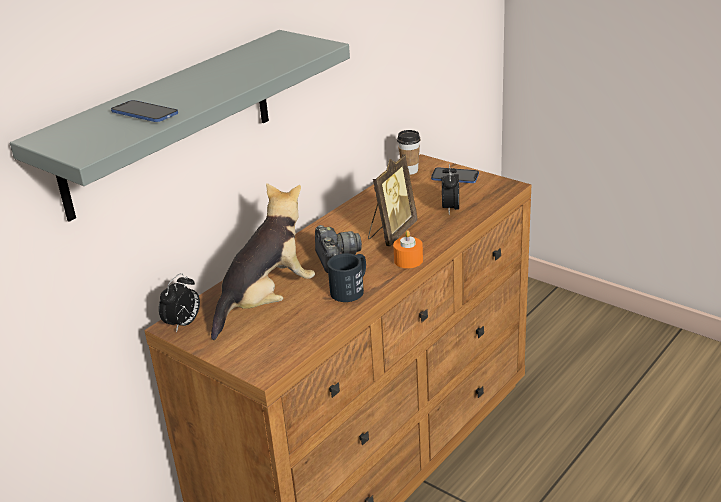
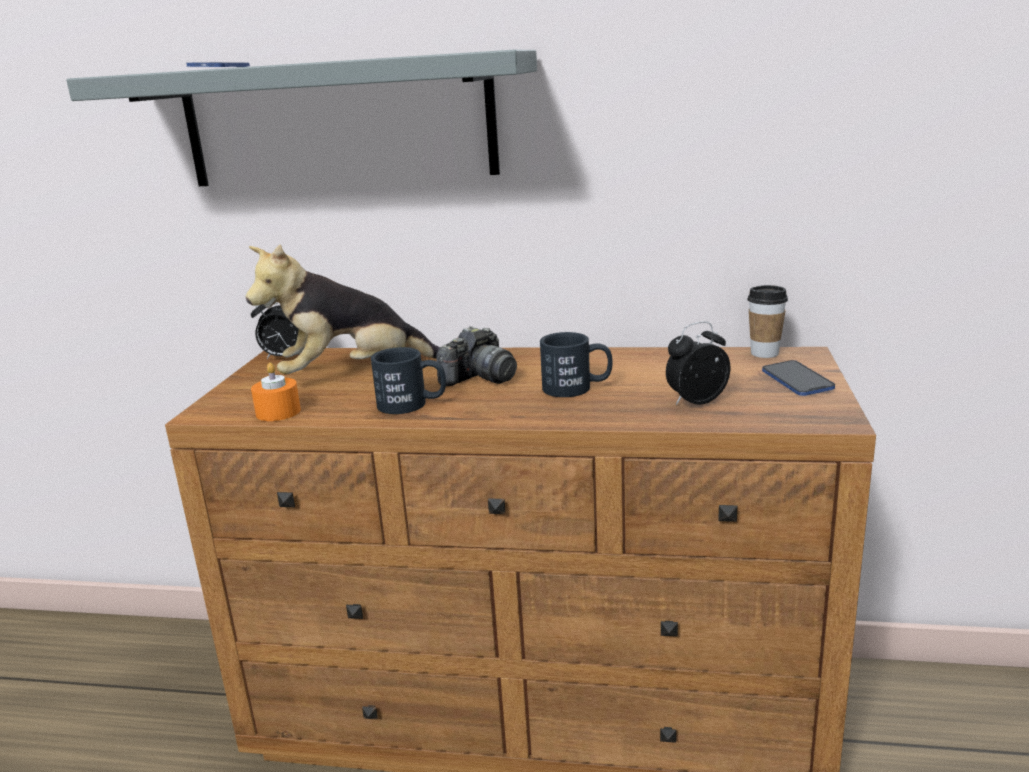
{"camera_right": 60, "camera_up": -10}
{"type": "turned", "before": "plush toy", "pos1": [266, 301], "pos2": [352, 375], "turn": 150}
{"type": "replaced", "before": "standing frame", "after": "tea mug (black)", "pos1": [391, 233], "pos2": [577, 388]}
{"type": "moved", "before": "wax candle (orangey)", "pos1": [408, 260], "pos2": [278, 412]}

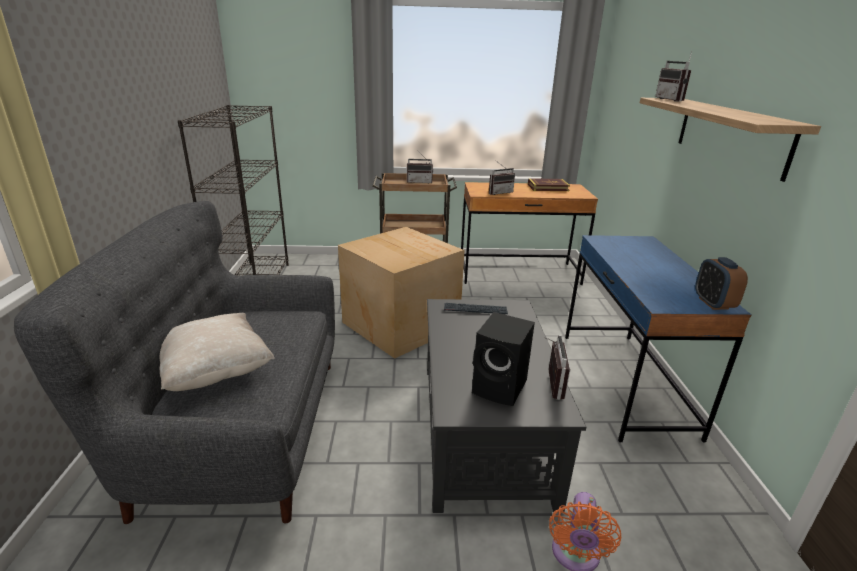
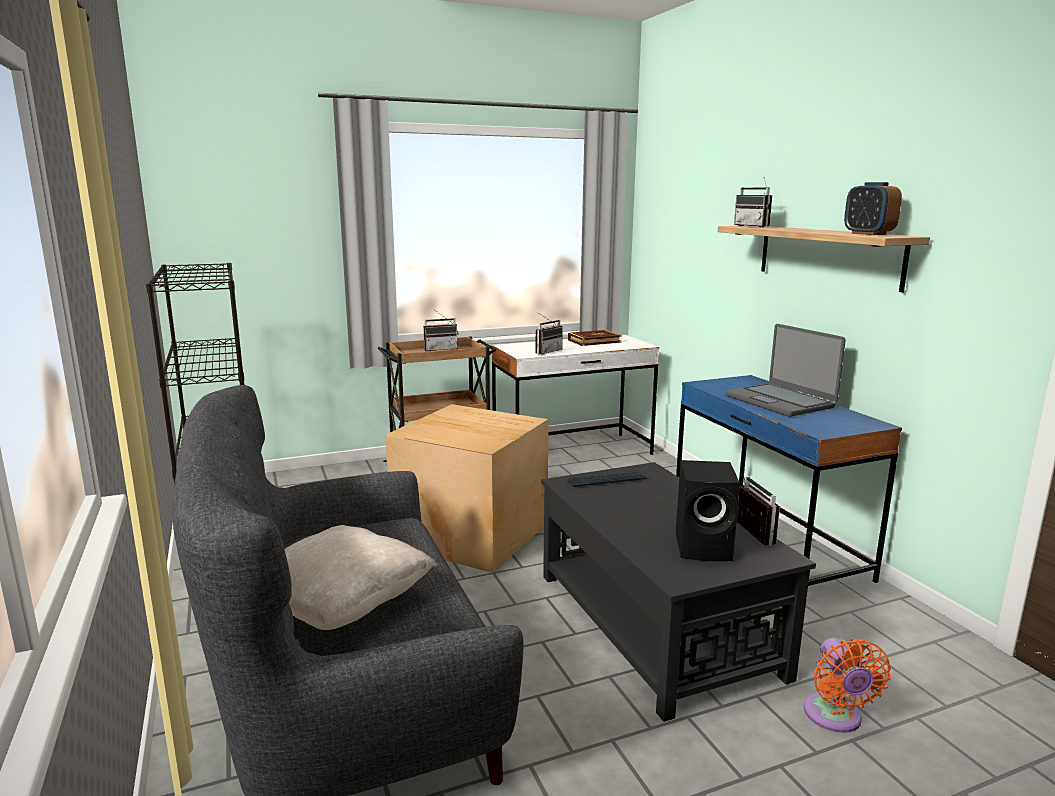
{"camera_right": -20, "camera_up": -10}
{"type": "recoloured", "before": "desk table (brown-coloured)", "after": "desk table (white)", "pos1": [519, 273], "pos2": [573, 453]}
{"type": "moved", "before": "alarm clock", "pos1": [713, 303], "pos2": [868, 234]}
{"type": "added", "after": "laptop", "pos2": [780, 401]}

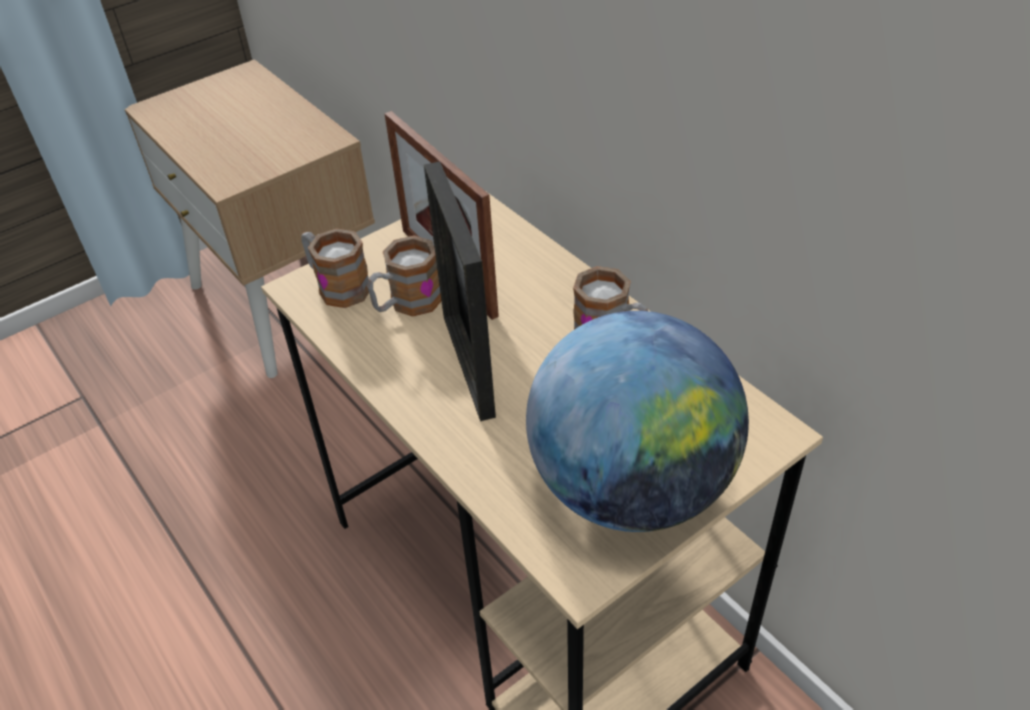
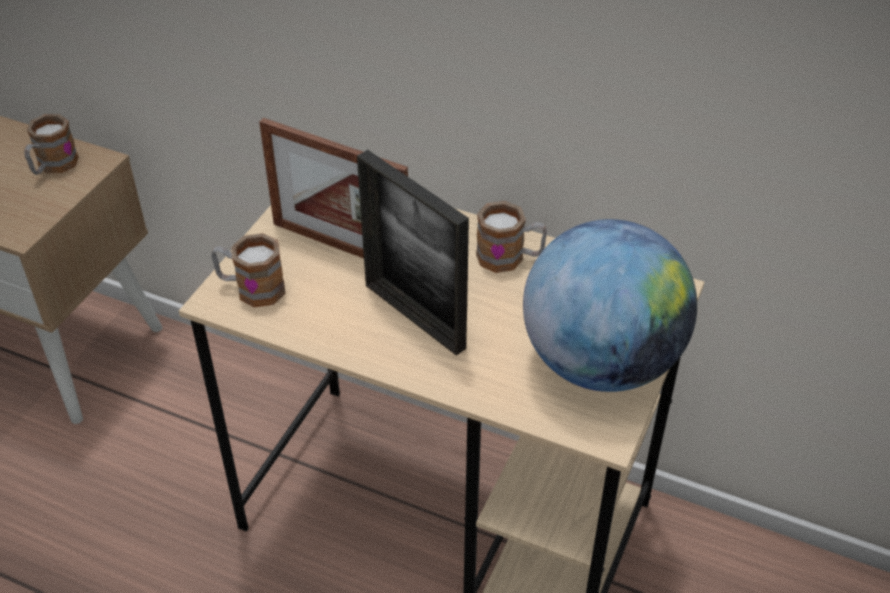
{"camera_right": -30, "camera_up": 0}
{"type": "moved", "before": "tea mug", "pos1": [407, 304], "pos2": [53, 166]}

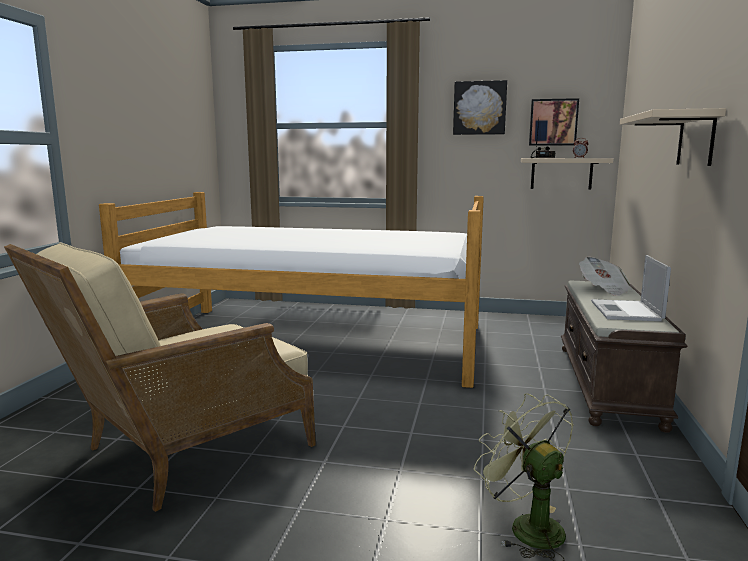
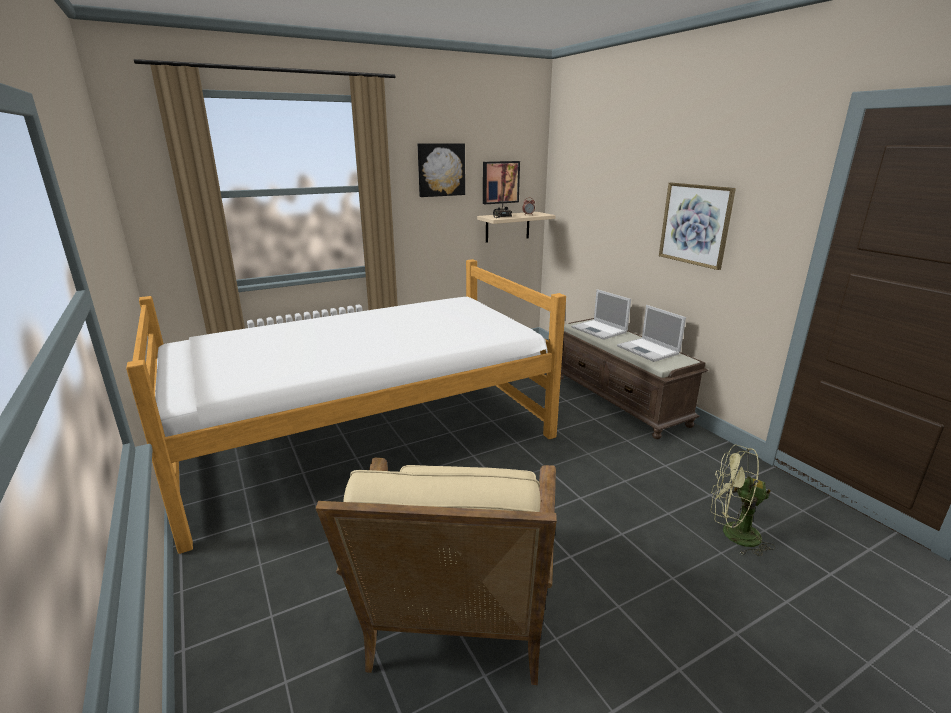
{"camera_right": -40, "camera_up": 10}
{"type": "replaced", "before": "newspaper", "after": "laptop", "pos1": [604, 289], "pos2": [600, 330]}
{"type": "replaced", "before": "shelf (beige)", "after": "picture", "pos1": [696, 139], "pos2": [695, 224]}

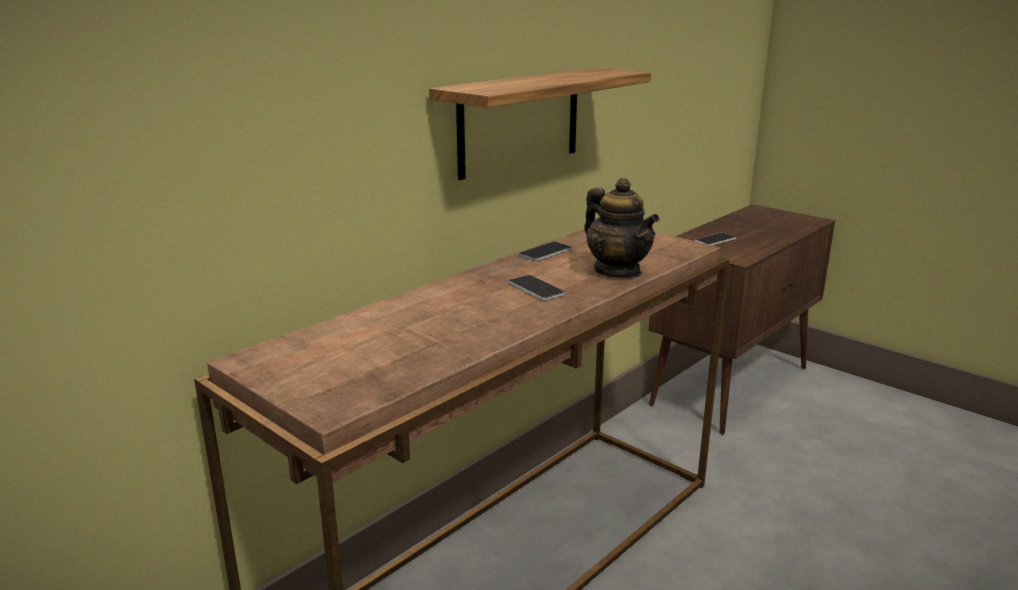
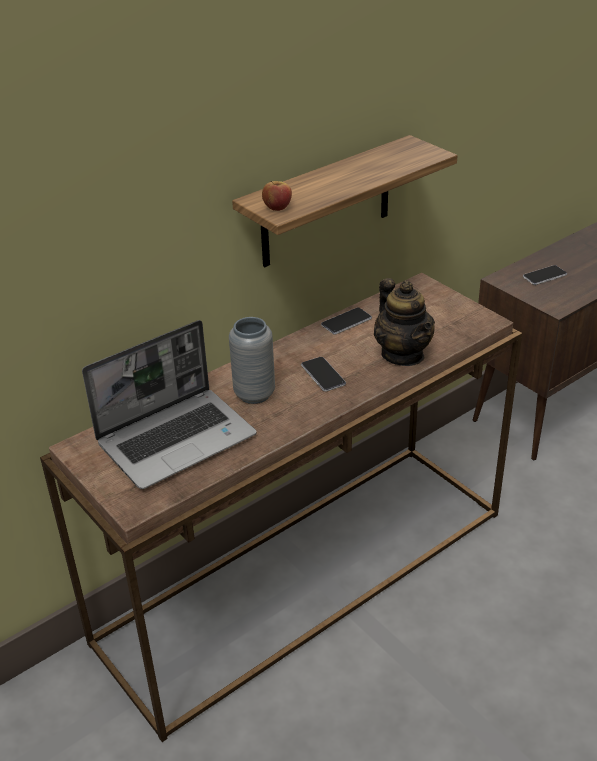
{"camera_right": 10, "camera_up": 15}
{"type": "added", "after": "laptop", "pos2": [177, 438]}
{"type": "added", "after": "flower vase (greyish)", "pos2": [254, 394]}
{"type": "added", "after": "whole apple", "pos2": [277, 207]}

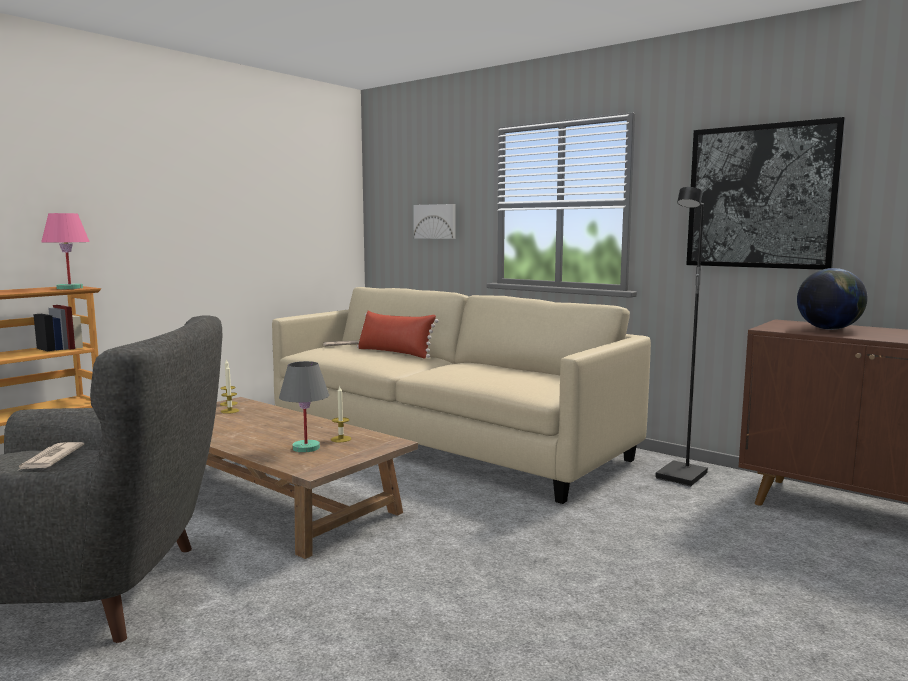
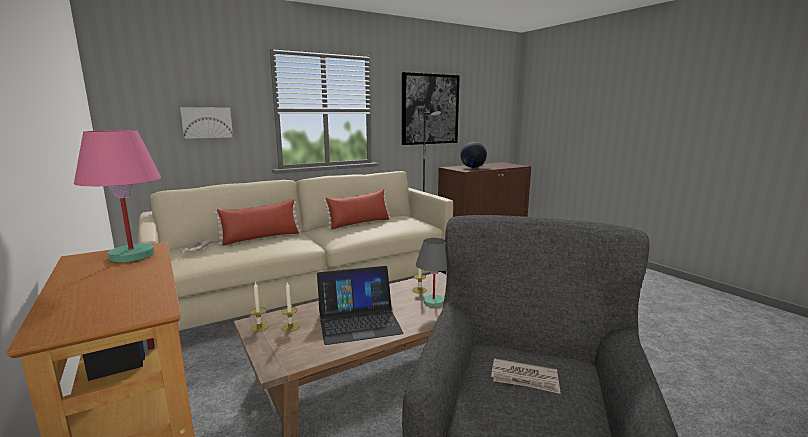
{"camera_right": -70, "camera_up": 5}
{"type": "added", "after": "laptop", "pos2": [359, 322]}
{"type": "added", "after": "throw pillow (reddish)", "pos2": [359, 223]}

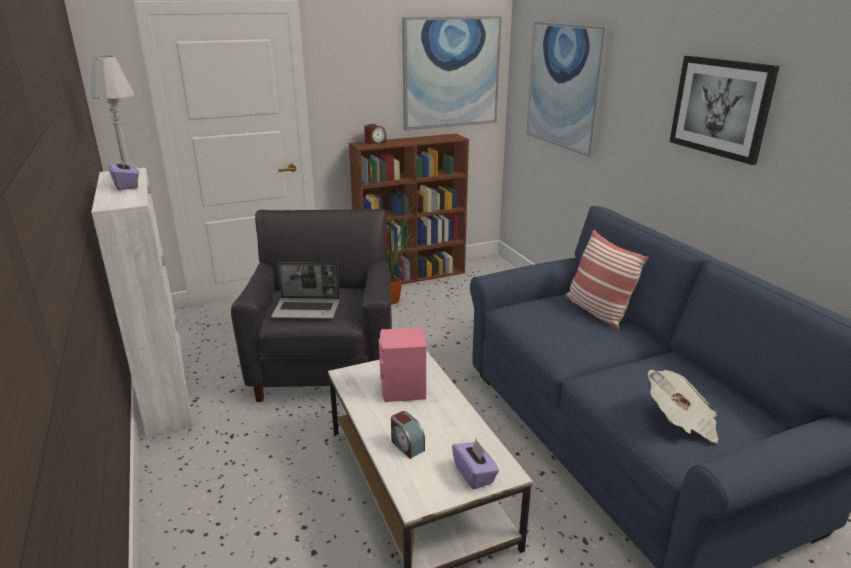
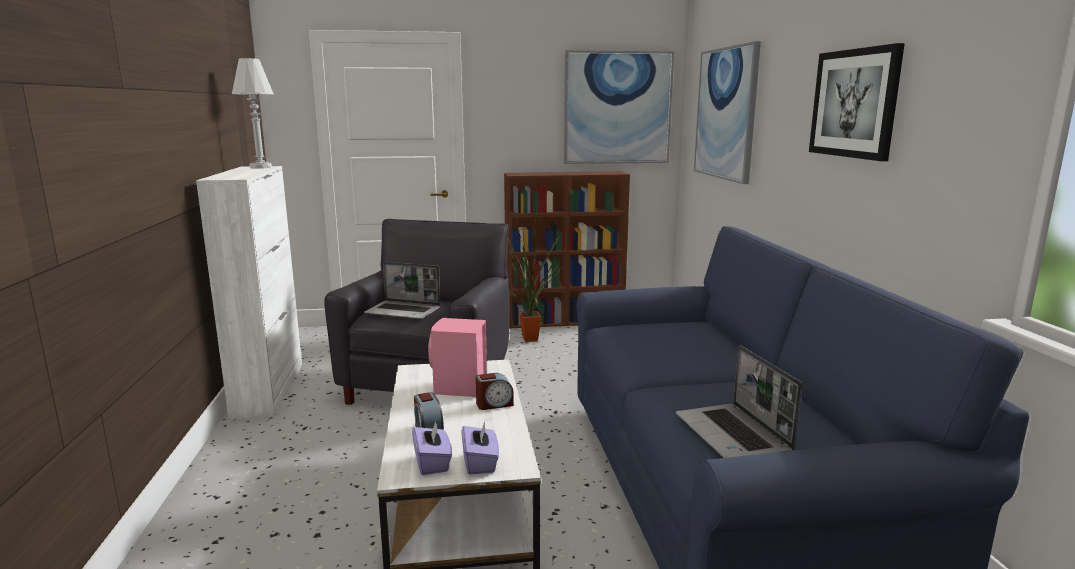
{"camera_right": 15, "camera_up": -10}
{"type": "moved", "before": "box of tissues (purple)", "pos1": [126, 185], "pos2": [432, 463]}
{"type": "moved", "before": "alarm clock", "pos1": [375, 142], "pos2": [494, 404]}
{"type": "removed", "before": "throw pillow", "pos1": [597, 311]}
{"type": "replaced", "before": "newspaper", "after": "laptop", "pos1": [681, 421], "pos2": [734, 435]}

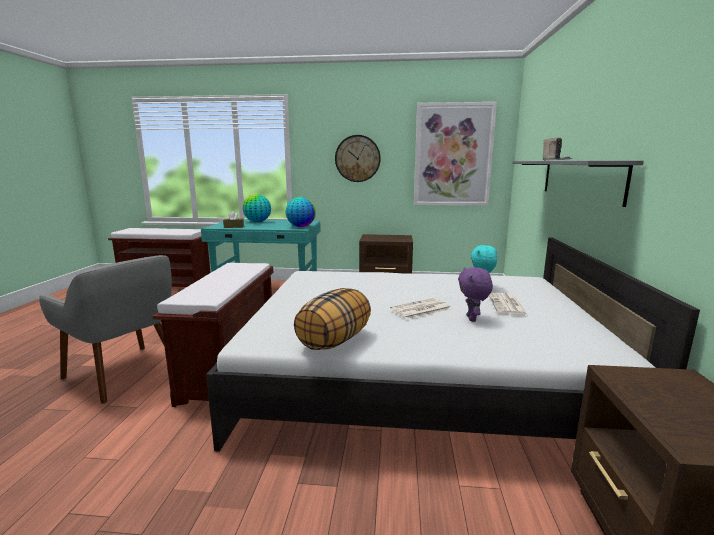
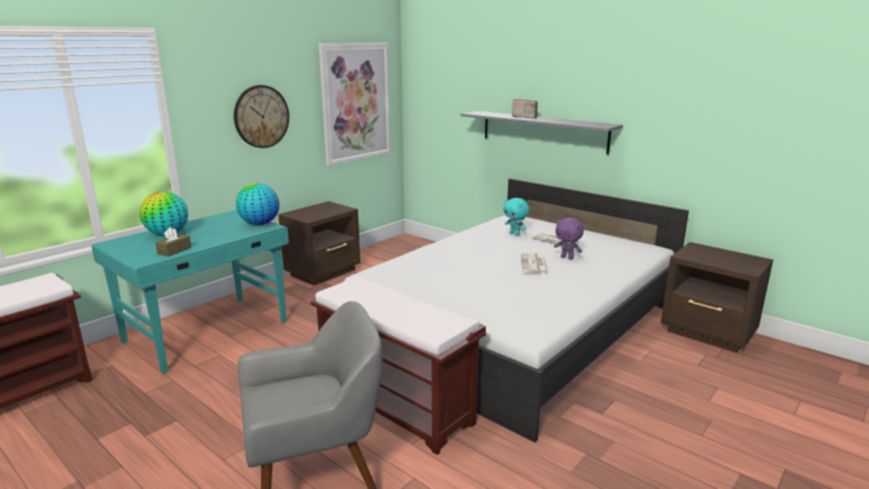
{"camera_right": -55, "camera_up": 5}
{"type": "removed", "before": "throw pillow", "pos1": [334, 341]}

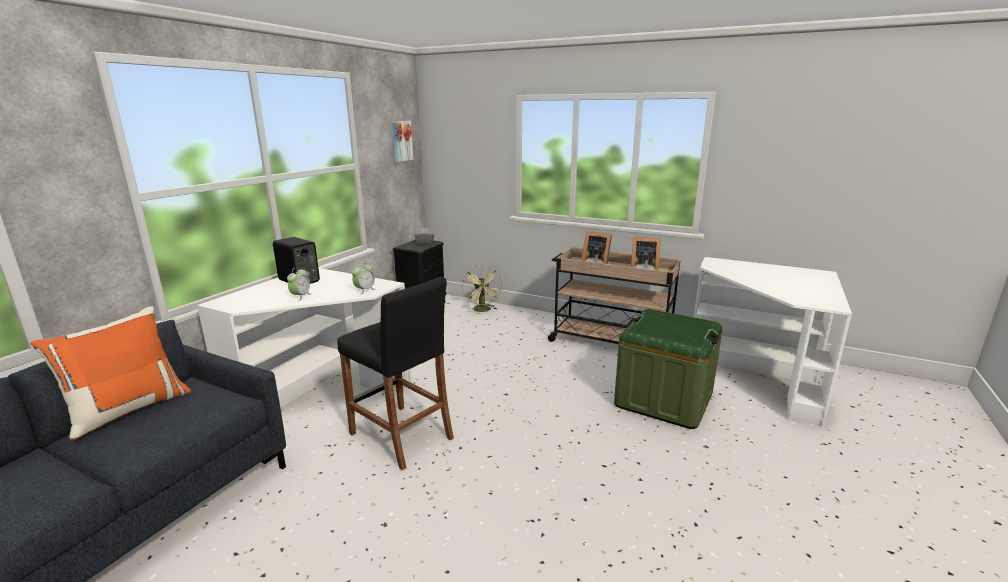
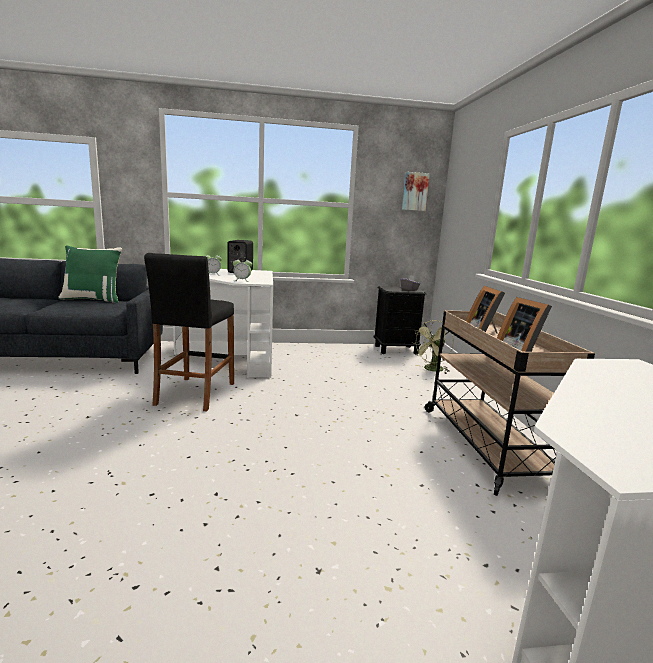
{"camera_right": 55, "camera_up": -5}
{"type": "recoloured", "before": "throw pillow (orangey)", "after": "throw pillow (greenish)", "pos1": [128, 410], "pos2": [93, 299]}
{"type": "removed", "before": "storage container (greenish)", "pos1": [663, 399]}

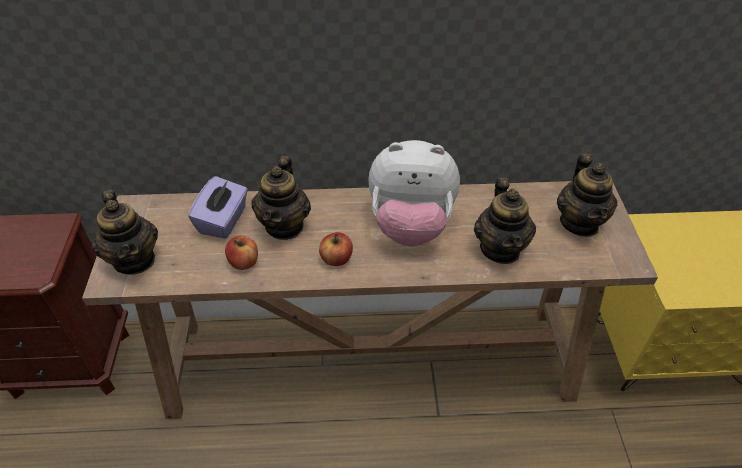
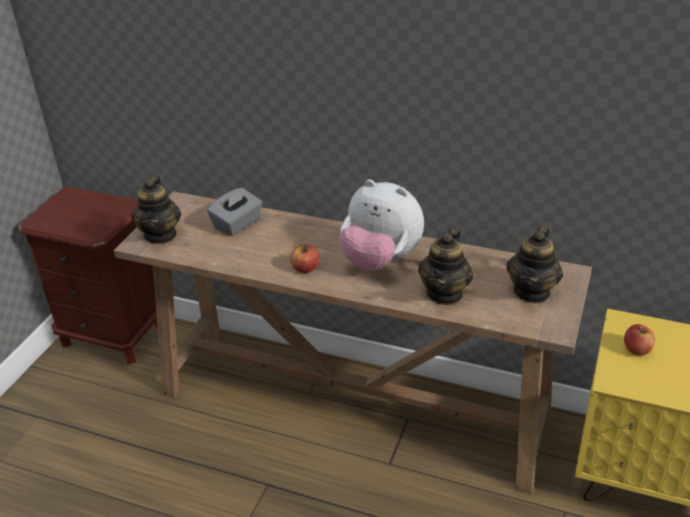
{"camera_right": 25, "camera_up": -10}
{"type": "recoloured", "before": "box of tissues (purple)", "after": "box of tissues (greyish)", "pos1": [223, 221], "pos2": [238, 224]}
{"type": "moved", "before": "whole apple", "pos1": [244, 262], "pos2": [637, 349]}
{"type": "removed", "before": "teapot", "pos1": [285, 226]}

